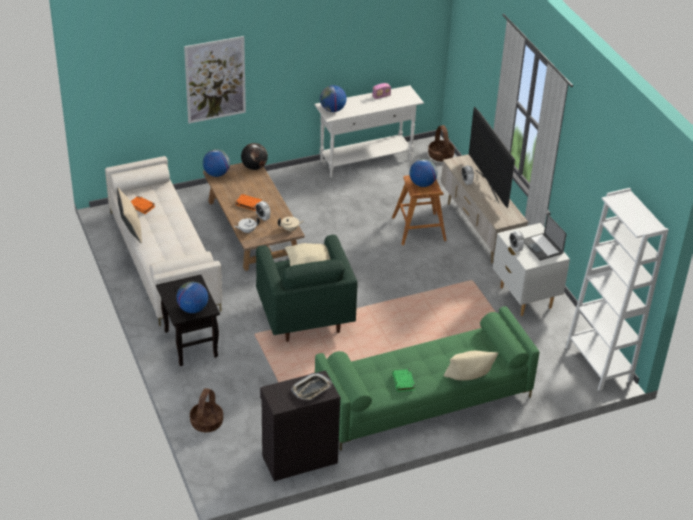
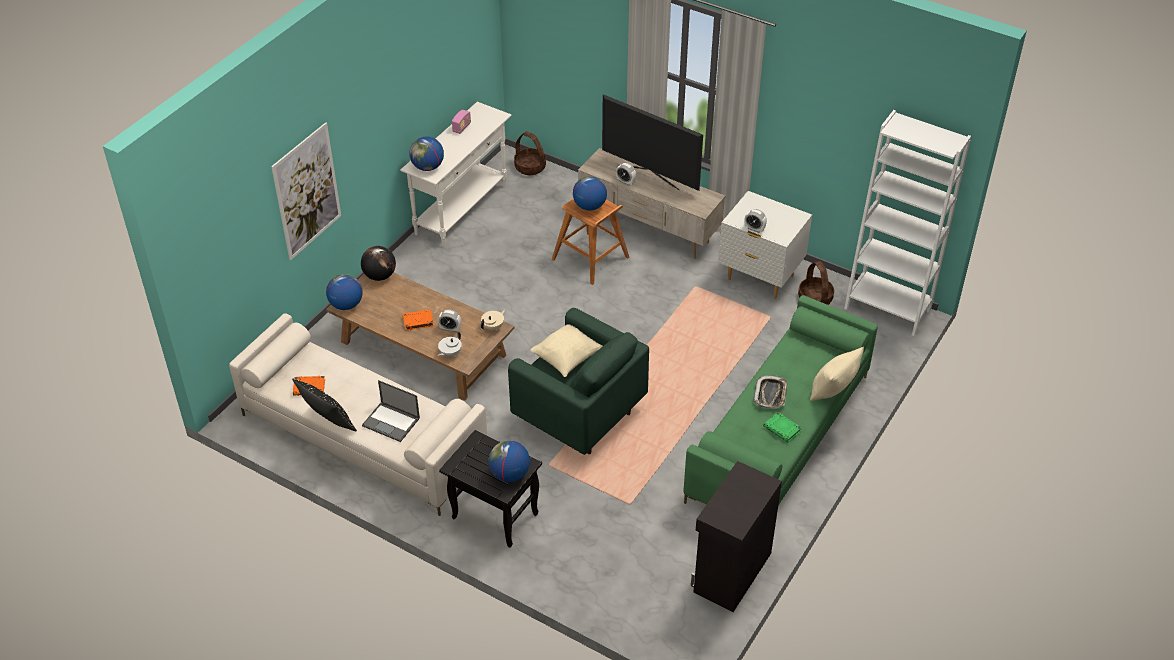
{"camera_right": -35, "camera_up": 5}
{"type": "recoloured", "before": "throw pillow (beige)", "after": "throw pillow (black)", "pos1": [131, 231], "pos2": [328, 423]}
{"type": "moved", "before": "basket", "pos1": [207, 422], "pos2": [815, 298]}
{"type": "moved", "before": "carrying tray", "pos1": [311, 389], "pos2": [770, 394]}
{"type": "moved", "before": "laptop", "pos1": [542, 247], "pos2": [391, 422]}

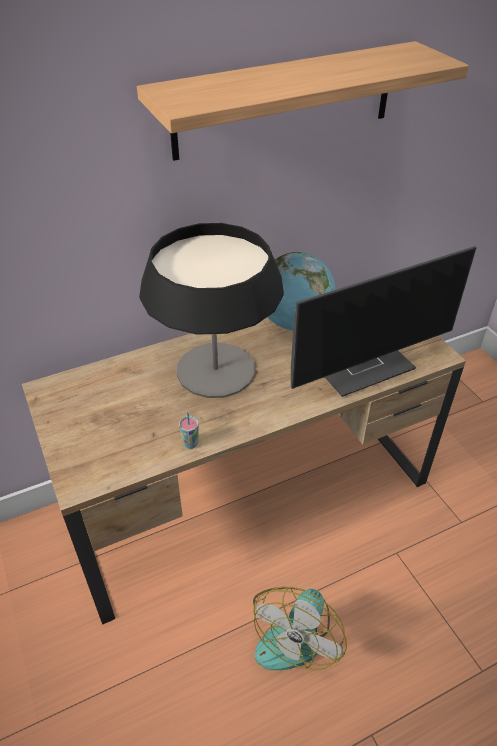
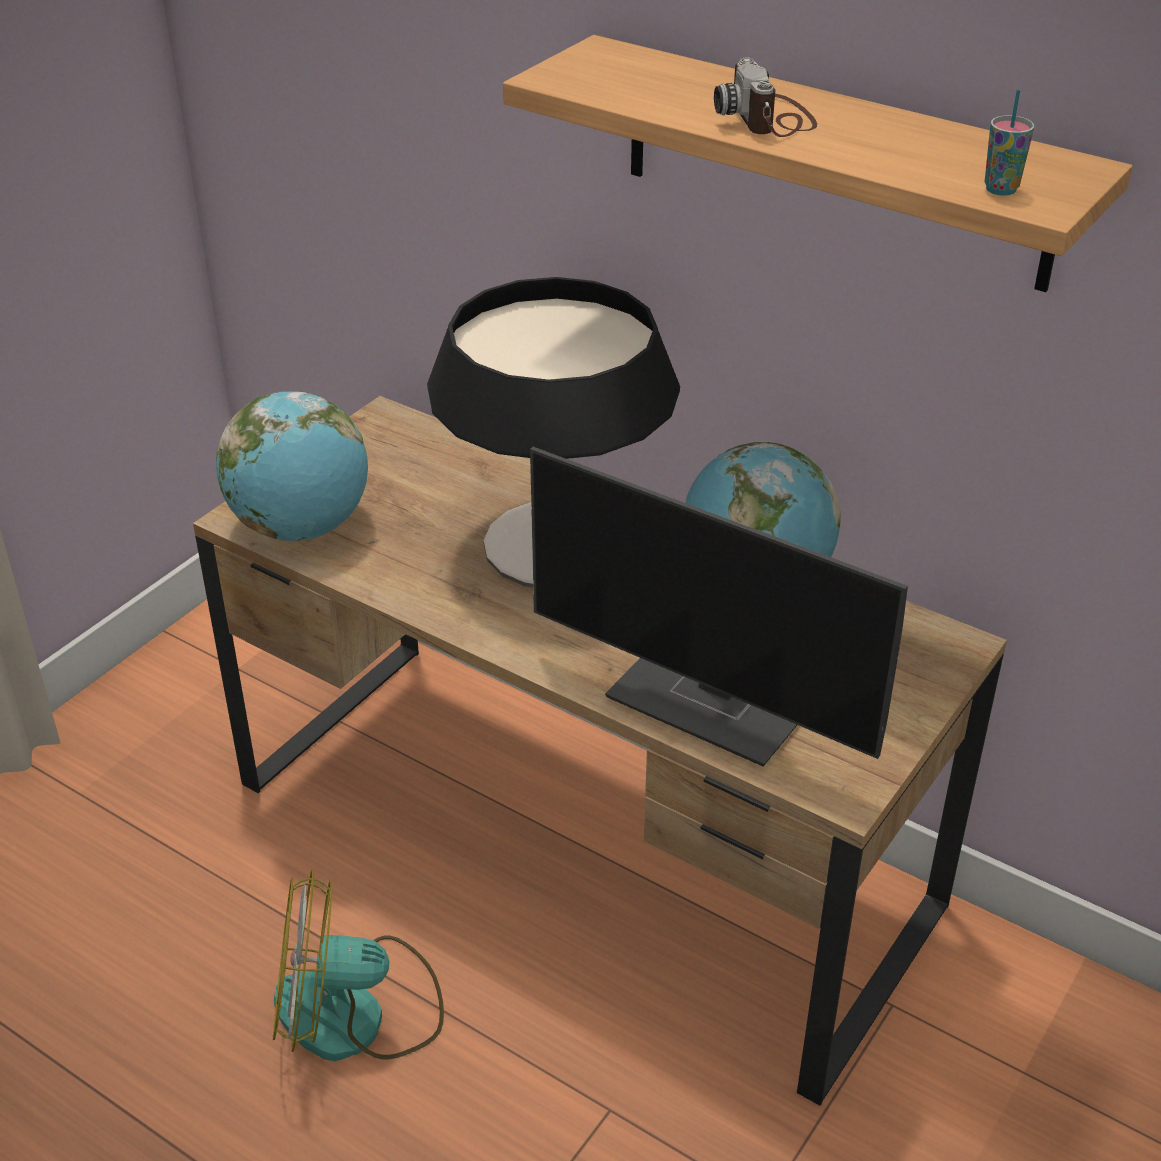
{"camera_right": 60, "camera_up": -5}
{"type": "moved", "before": "drinking cup", "pos1": [190, 444], "pos2": [1001, 189]}
{"type": "added", "after": "desk globe", "pos2": [301, 528]}
{"type": "added", "after": "still camera", "pos2": [769, 119]}

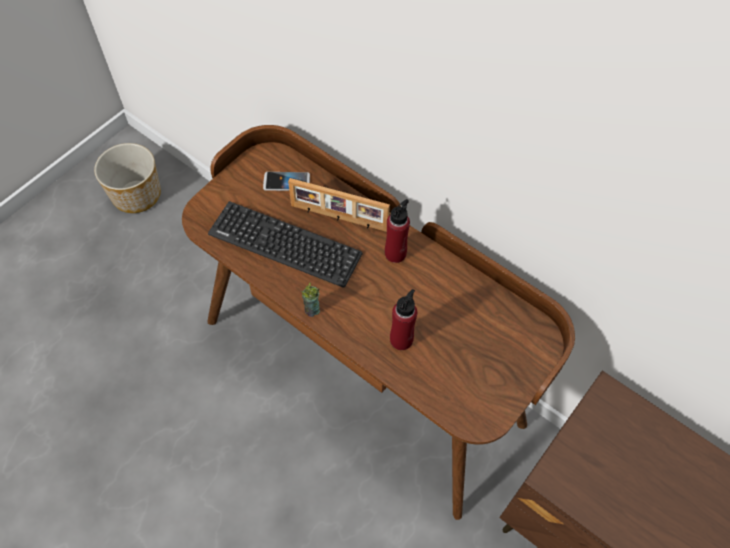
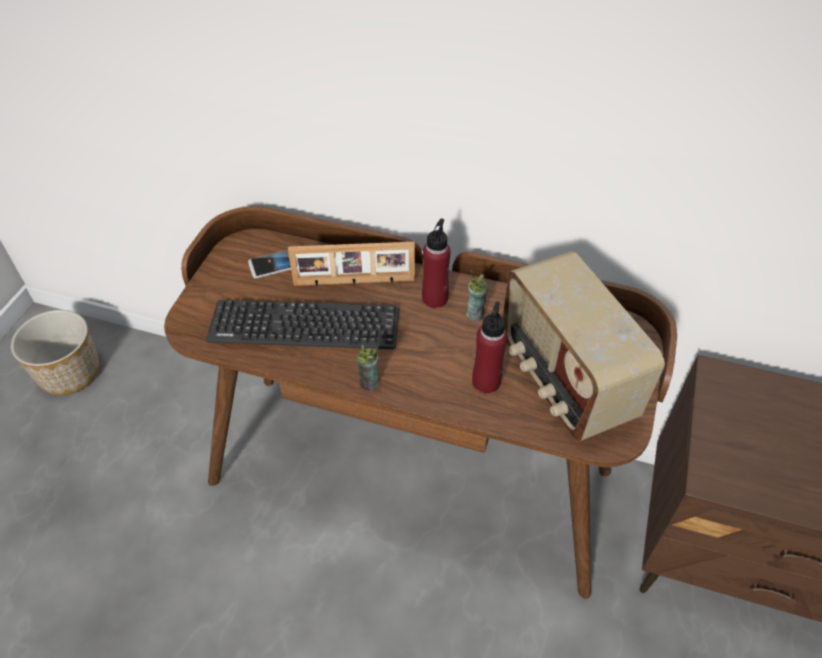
{"camera_right": -20, "camera_up": -10}
{"type": "added", "after": "drinking cup", "pos2": [475, 314]}
{"type": "added", "after": "radio set", "pos2": [563, 380]}

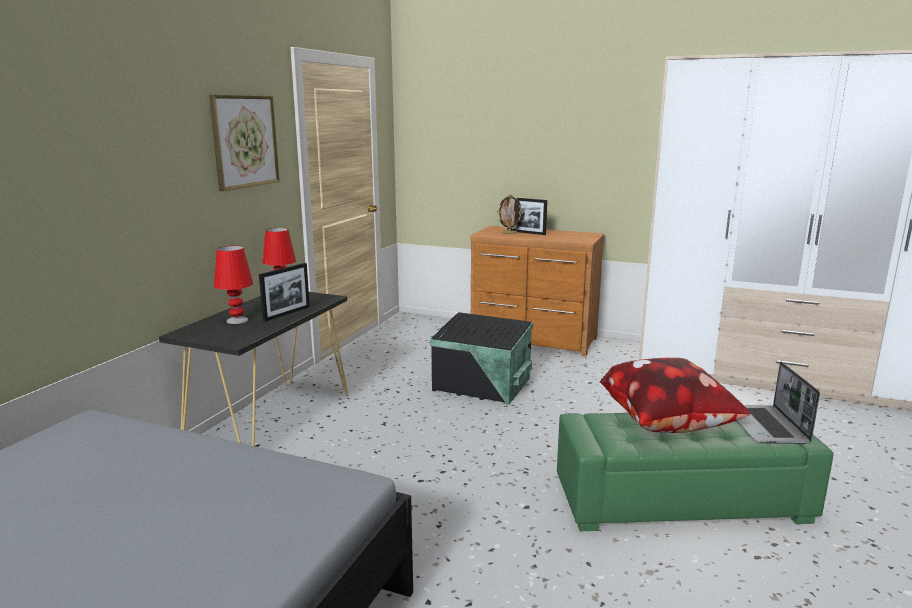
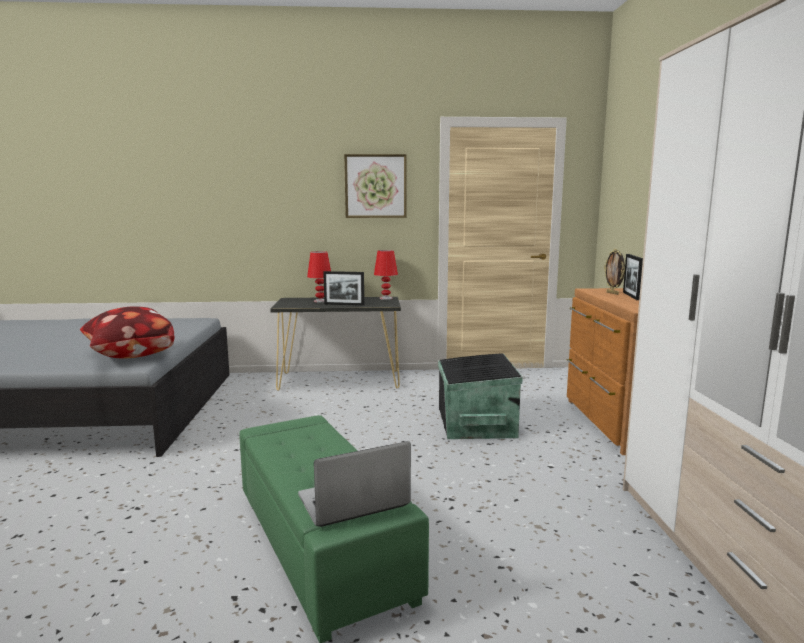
{"camera_right": 65, "camera_up": -5}
{"type": "moved", "before": "throw pillow", "pos1": [668, 426], "pos2": [129, 356]}

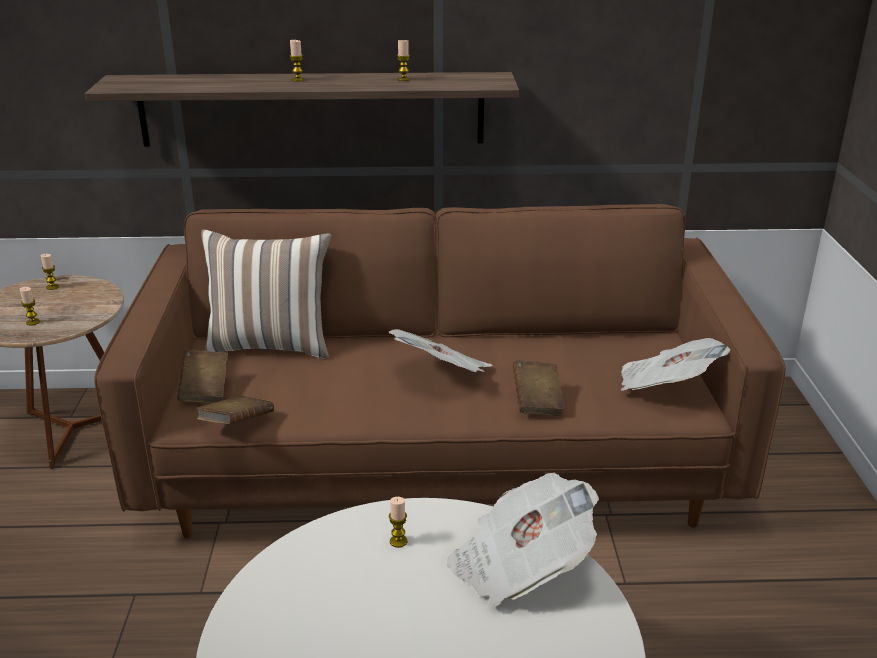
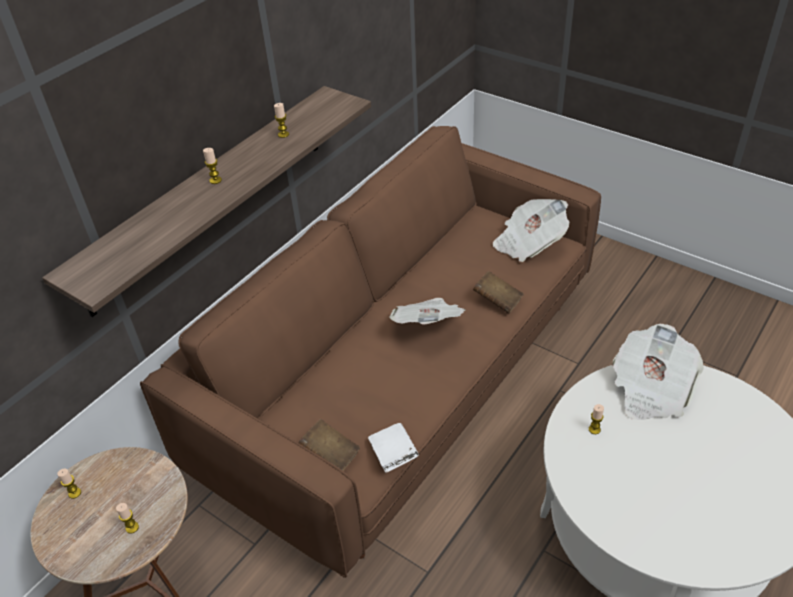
{"camera_right": -50, "camera_up": 15}
{"type": "recoloured", "before": "volume (brown-coloured)", "after": "volume (white)", "pos1": [237, 425], "pos2": [393, 455]}
{"type": "removed", "before": "throw pillow", "pos1": [271, 345]}

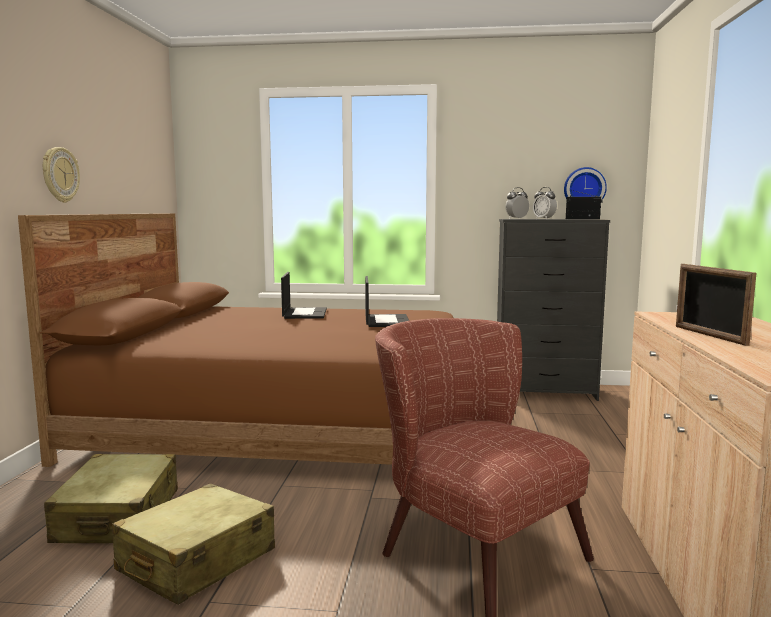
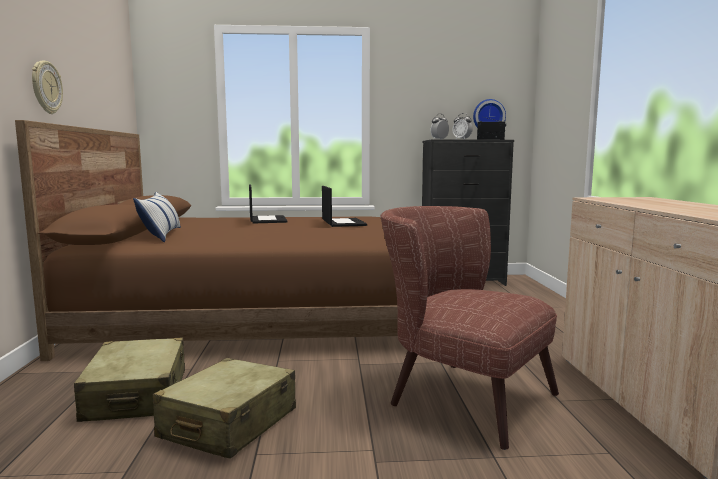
{"camera_right": -10, "camera_up": 0}
{"type": "removed", "before": "standing frame", "pos1": [709, 335]}
{"type": "added", "after": "throw pillow", "pos2": [161, 234]}

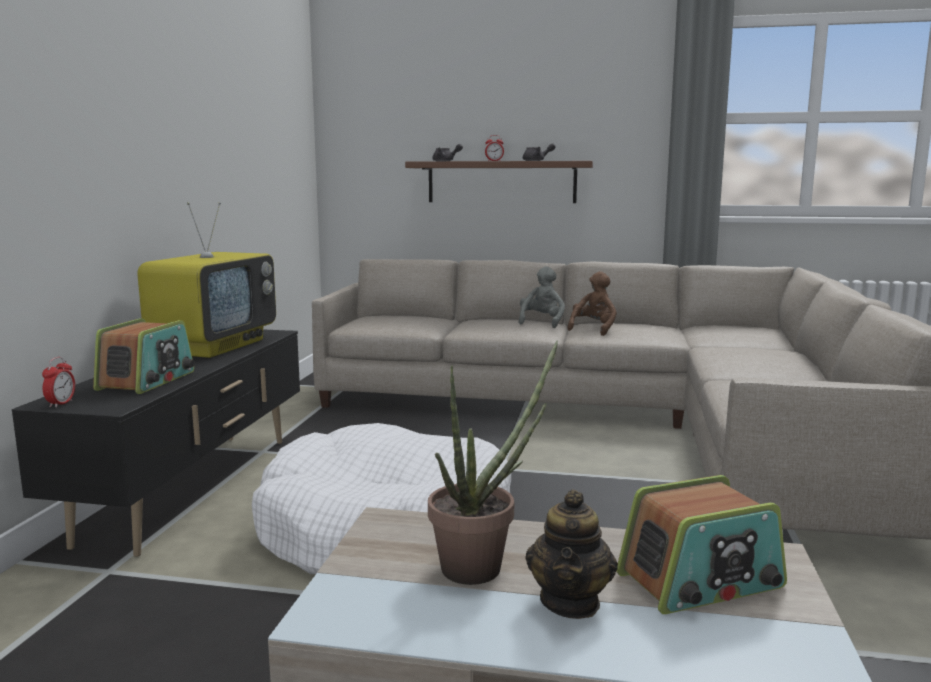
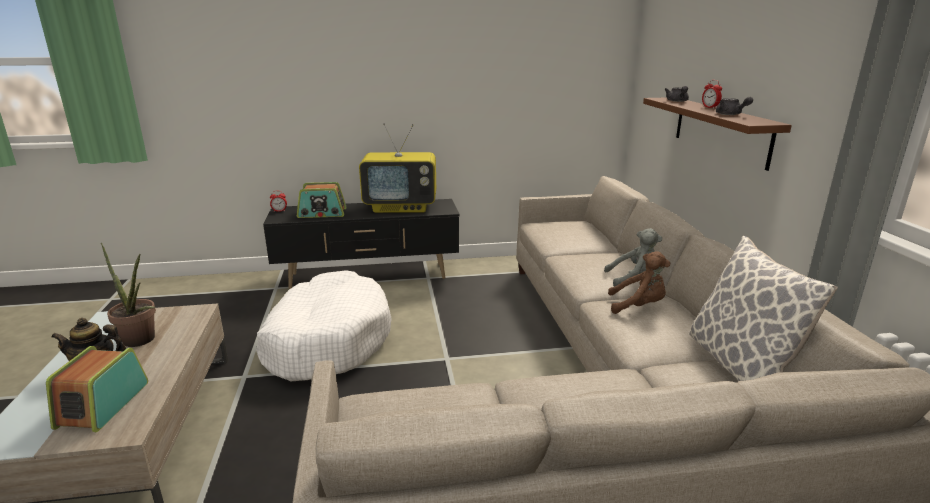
{"camera_right": 70, "camera_up": 10}
{"type": "turned", "before": "radio set", "pos1": [701, 581], "pos2": [102, 405], "turn": 45}
{"type": "added", "after": "throw pillow", "pos2": [739, 364]}

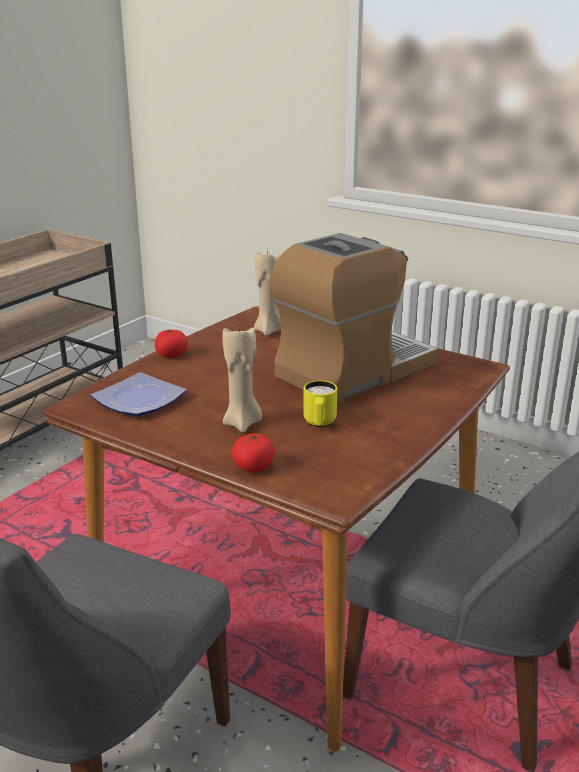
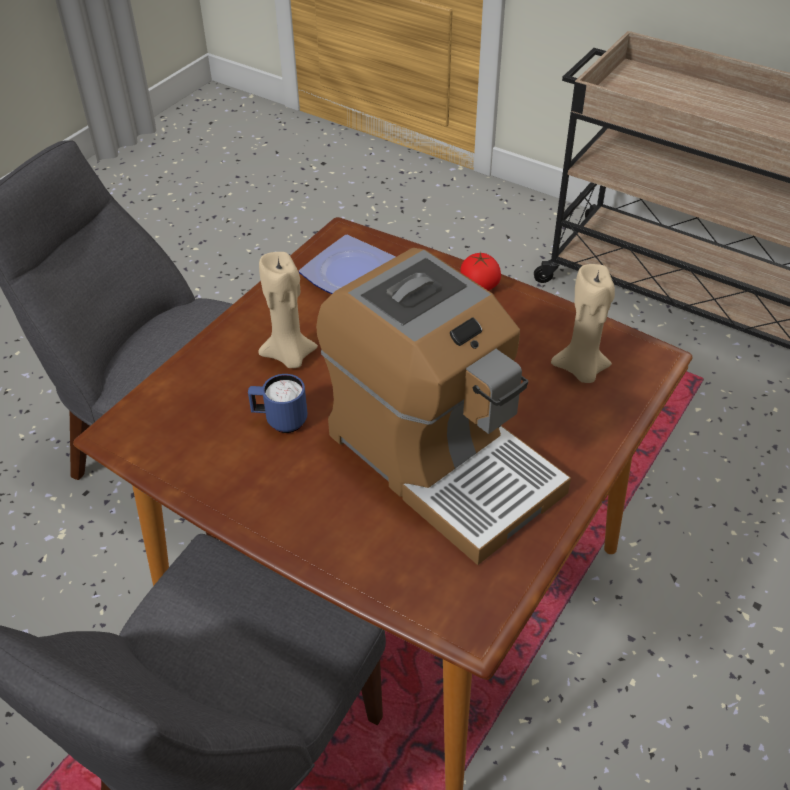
{"camera_right": 90, "camera_up": 20}
{"type": "removed", "before": "tomato", "pos1": [253, 467]}
{"type": "recoloured", "before": "tea mug (yellow-coloured)", "after": "tea mug (bluish)", "pos1": [319, 424], "pos2": [280, 421]}

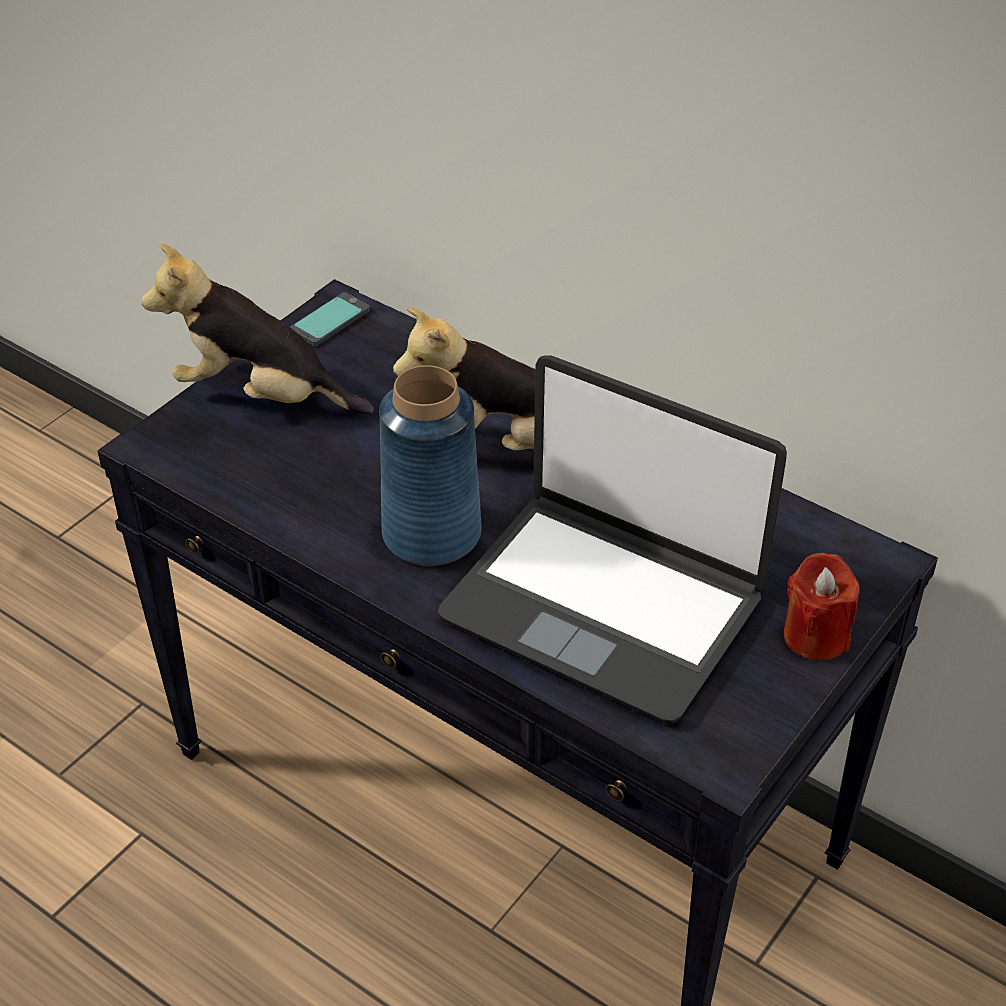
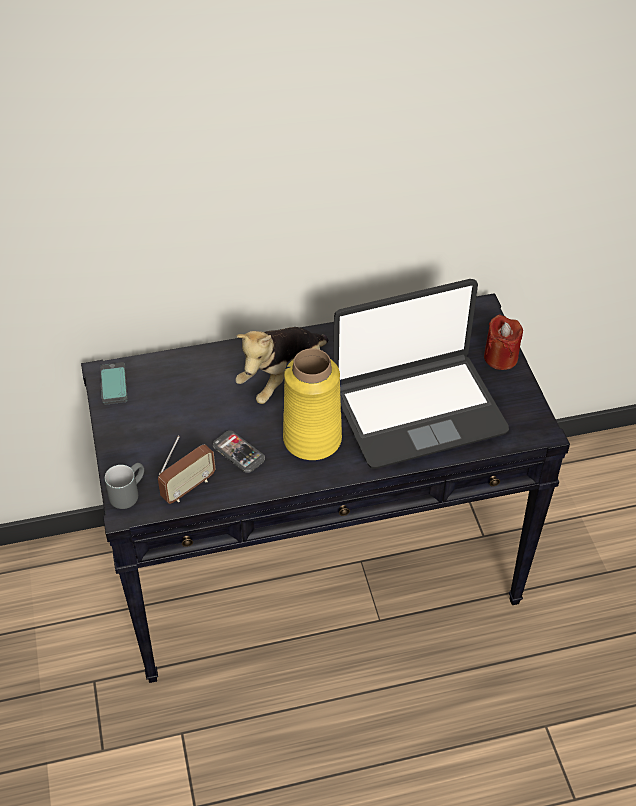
{"camera_right": -50, "camera_up": 5}
{"type": "removed", "before": "plush toy", "pos1": [261, 396]}
{"type": "recoloured", "before": "flower vase (bluish)", "after": "flower vase (yellow-coloured)", "pos1": [431, 534], "pos2": [312, 439]}
{"type": "added", "after": "tea mug (greyish)", "pos2": [127, 493]}
{"type": "added", "after": "radio set", "pos2": [188, 487]}
{"type": "added", "after": "telephone", "pos2": [238, 453]}

